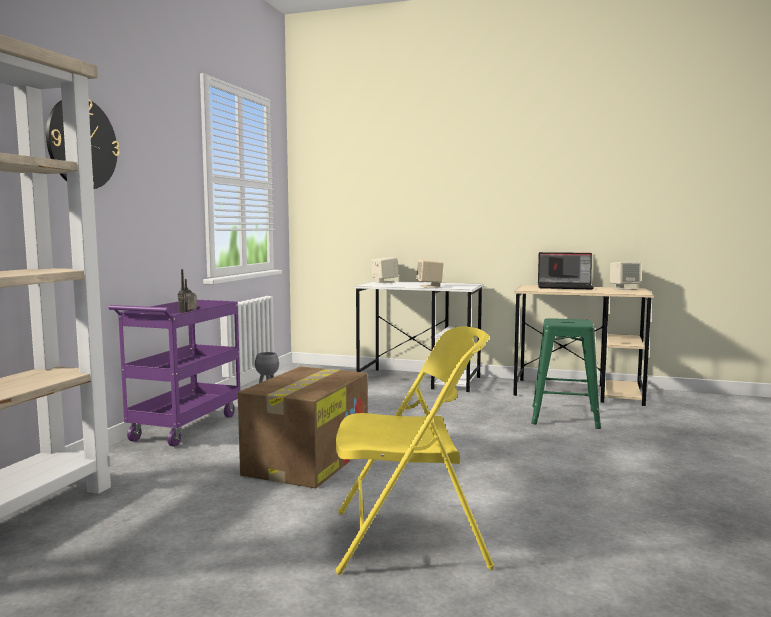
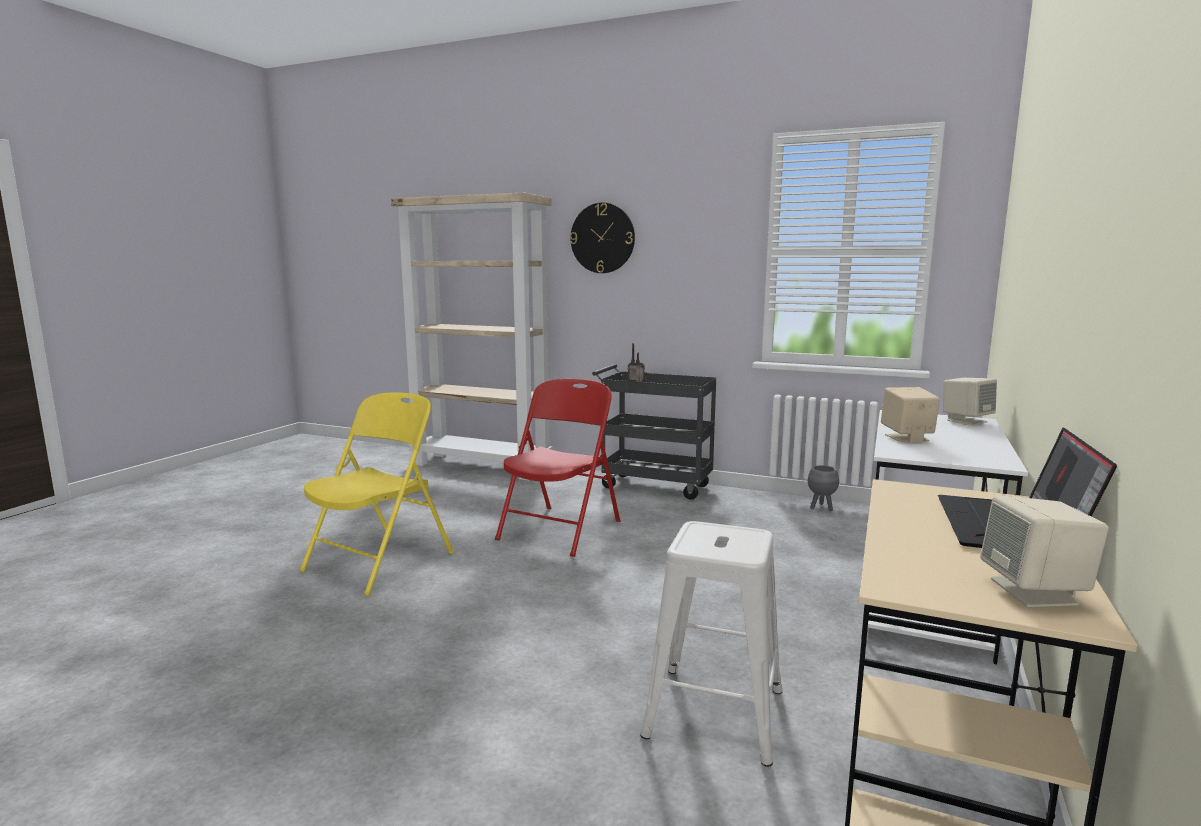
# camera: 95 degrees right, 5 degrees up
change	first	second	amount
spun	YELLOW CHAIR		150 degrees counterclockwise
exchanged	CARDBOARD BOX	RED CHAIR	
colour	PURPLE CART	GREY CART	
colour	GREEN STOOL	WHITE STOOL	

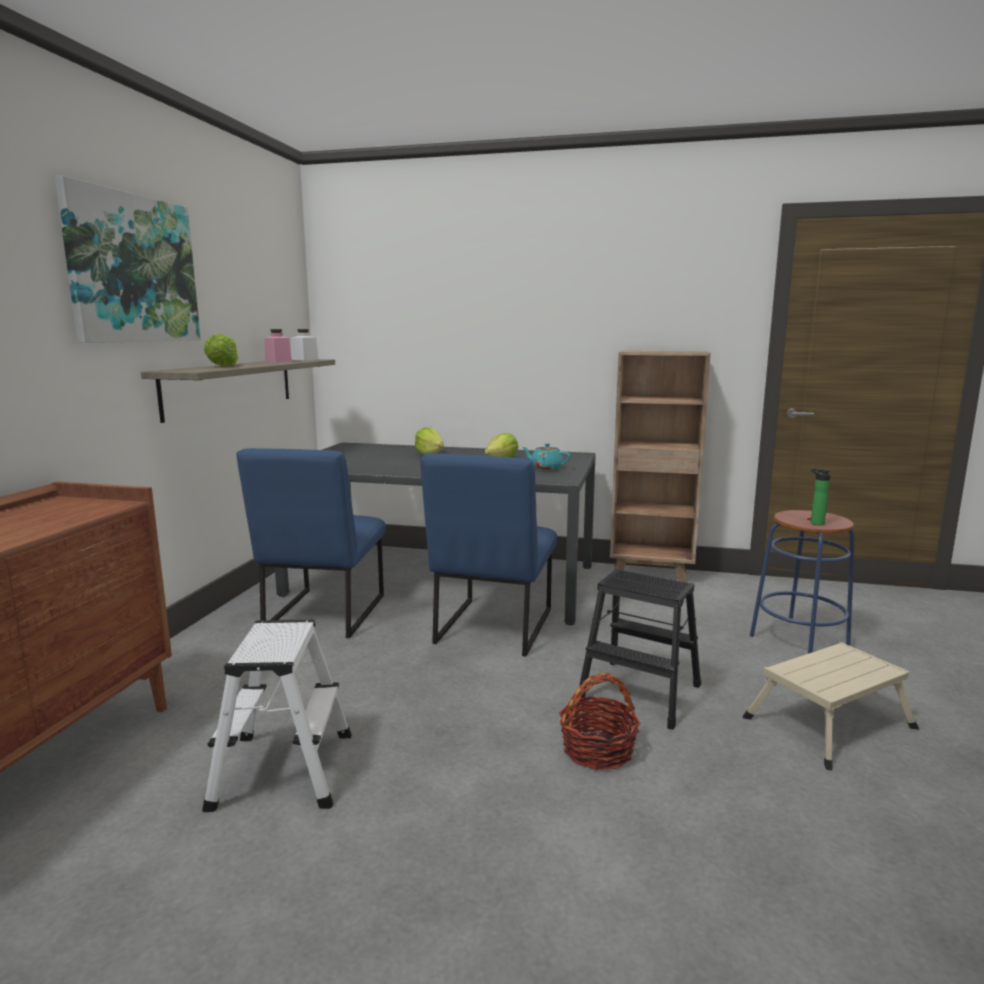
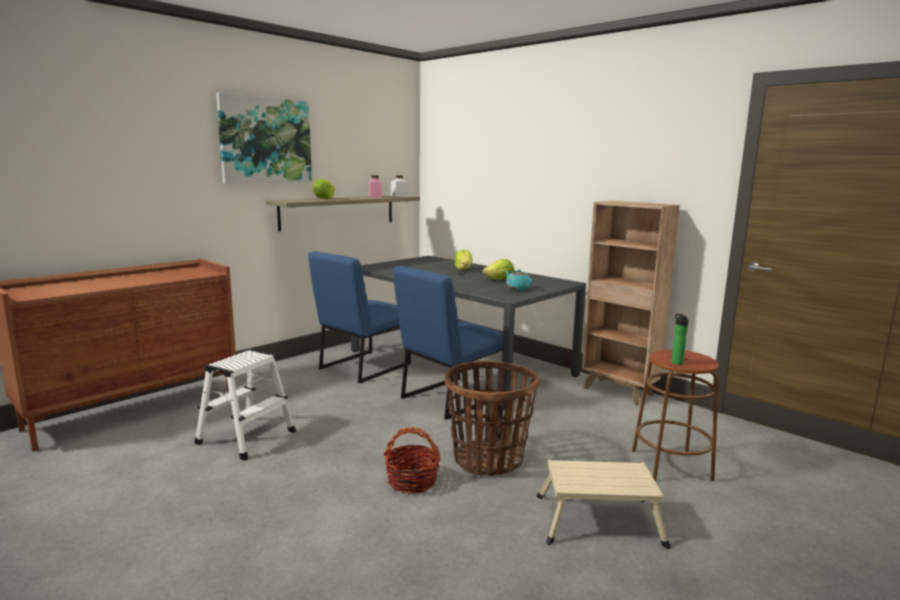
# camera: 30 degrees right, 0 degrees up
change	first	second	amount
exchanged	BLACK STEP LADDER	BASKET (no. 2 from left)	
colour	BLUE STOOL	BROWN STOOL	

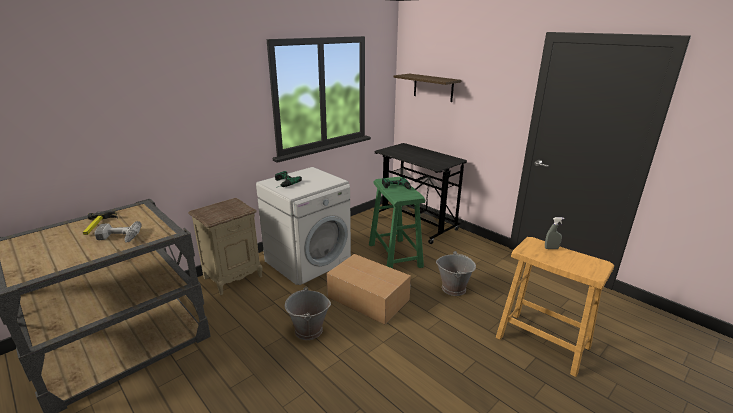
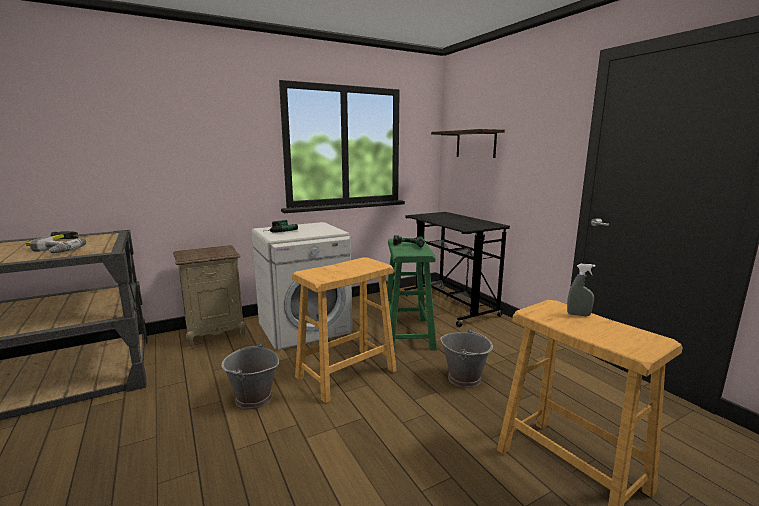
# camera: 15 degrees right, 10 degrees down
change	first	second	amount
exchanged	CARDBOARD BOX	BEIGE STOOL (no. 1 from left)	

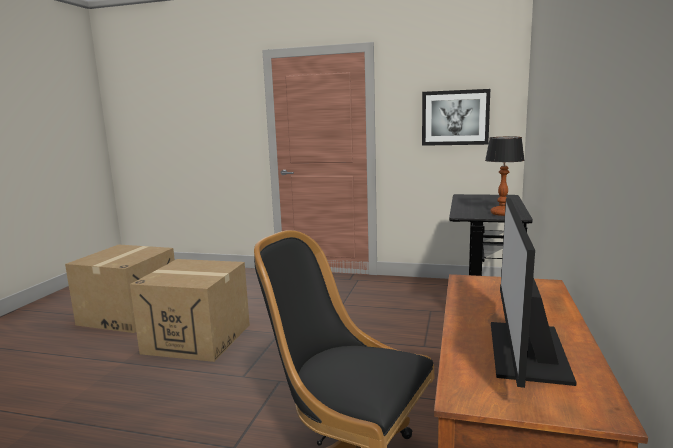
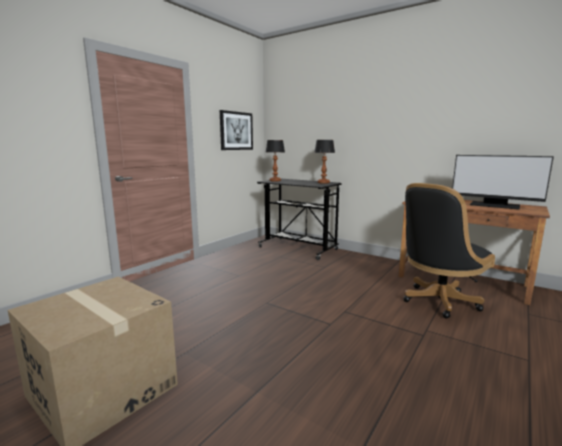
# camera: 70 degrees left, 0 degrees up
change	first	second	amount
appeared		TABLE LAMP (no. 1 from left)	
missing	CARDBOARD BOX (no. 2 from left)		

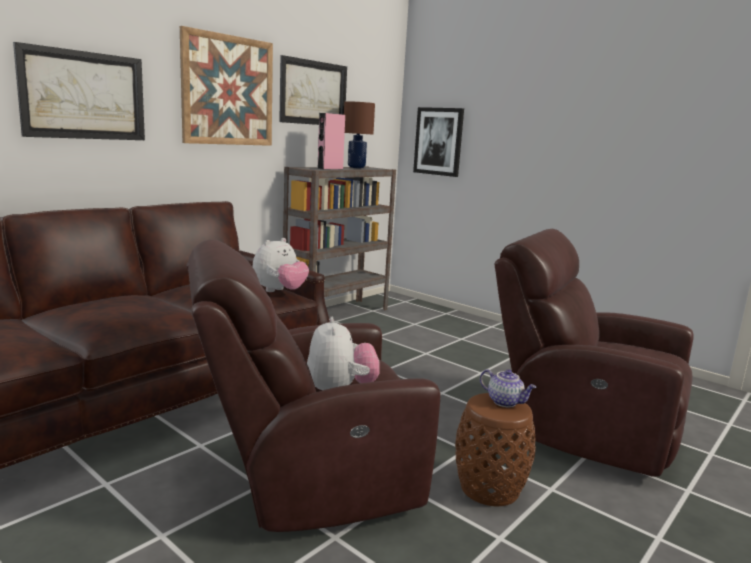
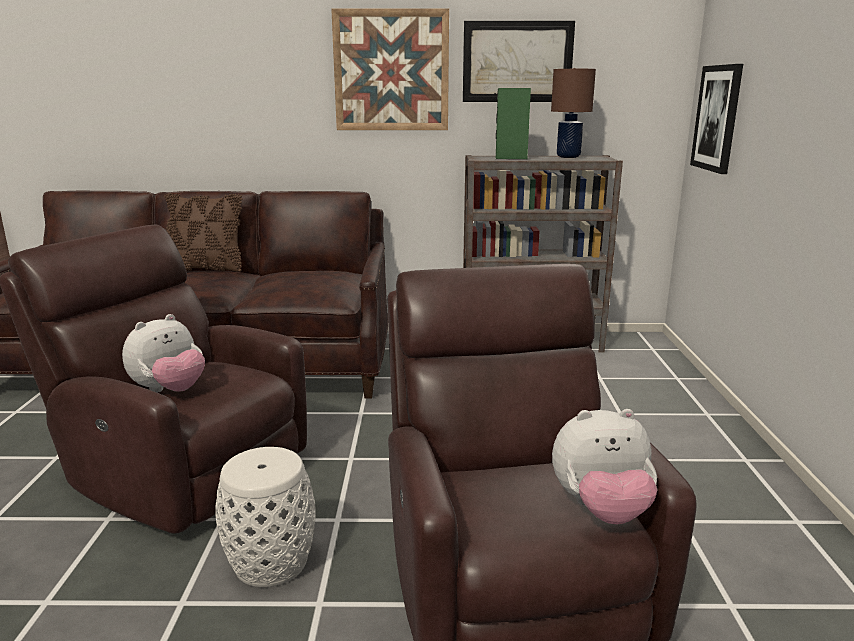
# camera: 50 degrees right, 5 degrees up
change	first	second	amount
appeared		BROWN PILLOW	
colour	BROWN STOOL	WHITE STOOL	
colour	PINK SPEAKER	GREEN SPEAKER	
relocated	PLUSH TOY (no. 1 from left in the first image)	PLUSH TOY (no. 2 from left)	
missing	PICTURE (no. 1 from left)		
missing	TEAPOT		

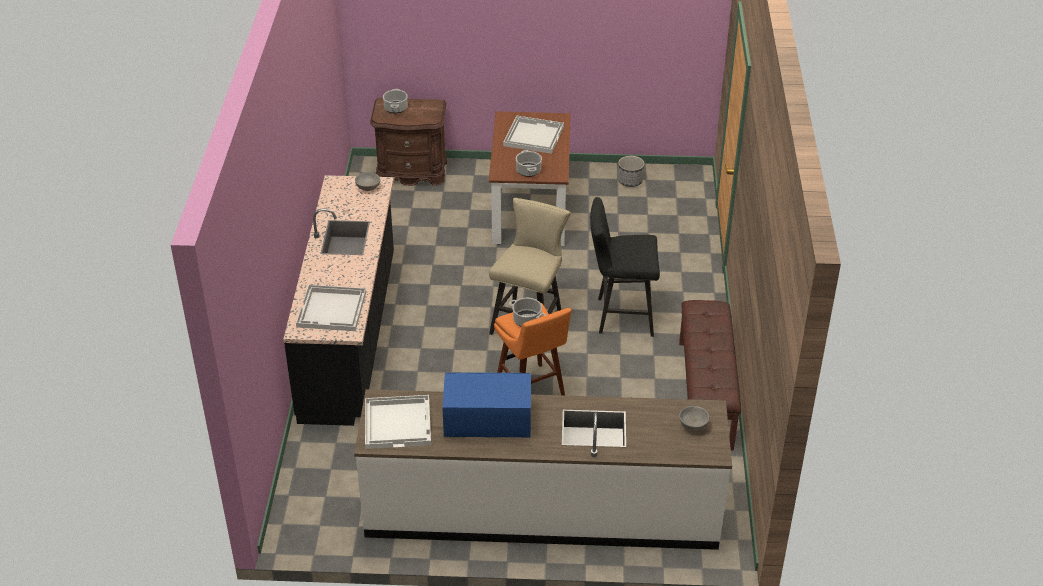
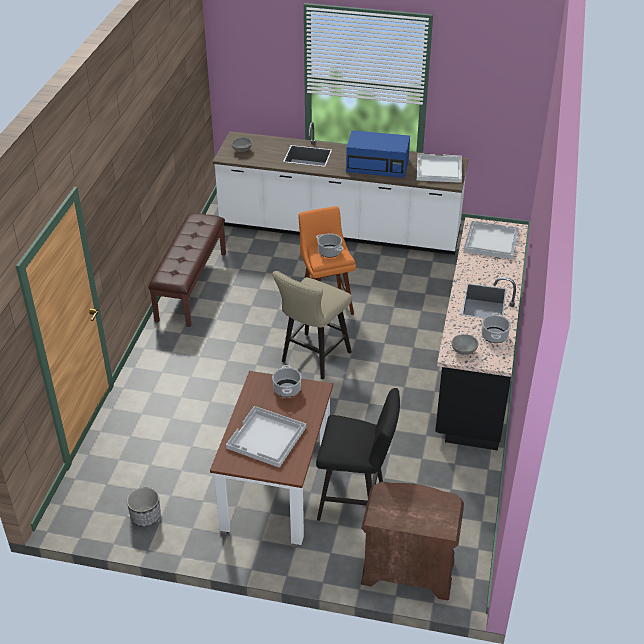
# camera: 170 degrees left, 0 degrees up
change	first	second	amount
relocated	BLACK STOOL		
relocated	COOKING POT (no. 1 from left in the first image)	COOKING POT (no. 3 from left)	

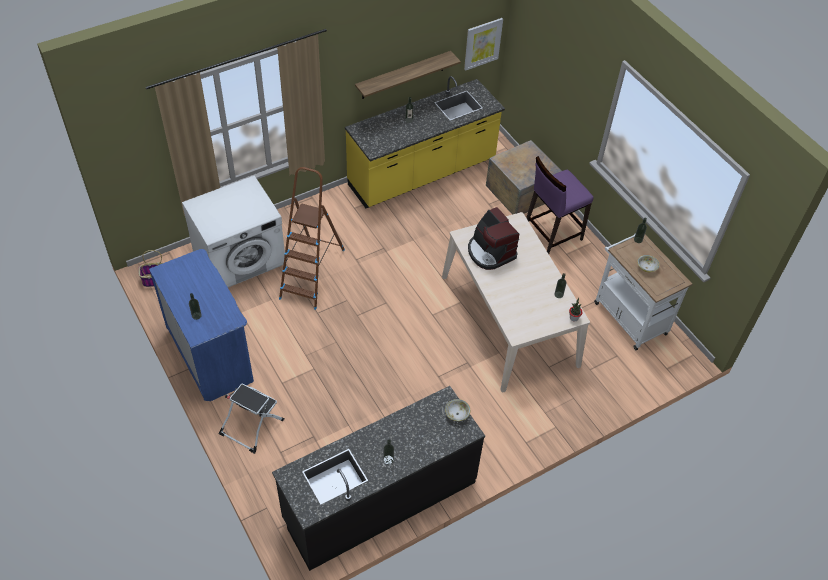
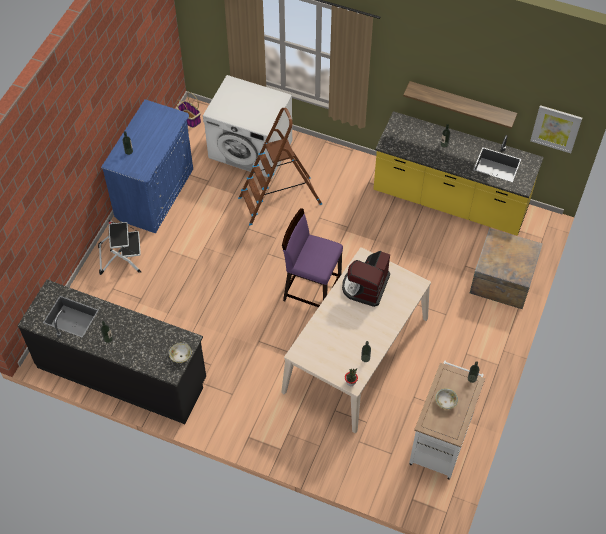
# camera: 55 degrees right, 5 degrees up
change	first	second	amount
relocated	PURPLE STOOL		

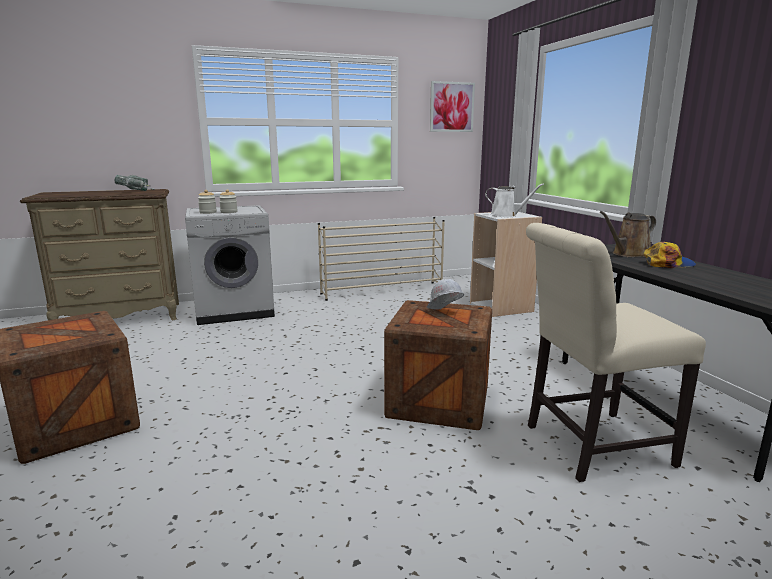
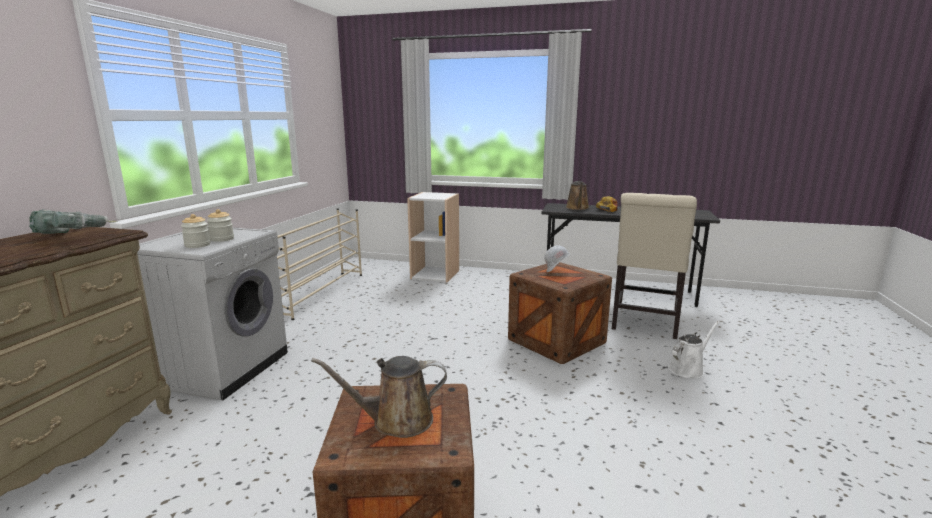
# camera: 55 degrees left, 0 degrees up
change	first	second	amount
appeared		BROWN WATERING CAN (no. 1 from left)	
relocated	WHITE WATERING CAN		
missing	PICTURE		

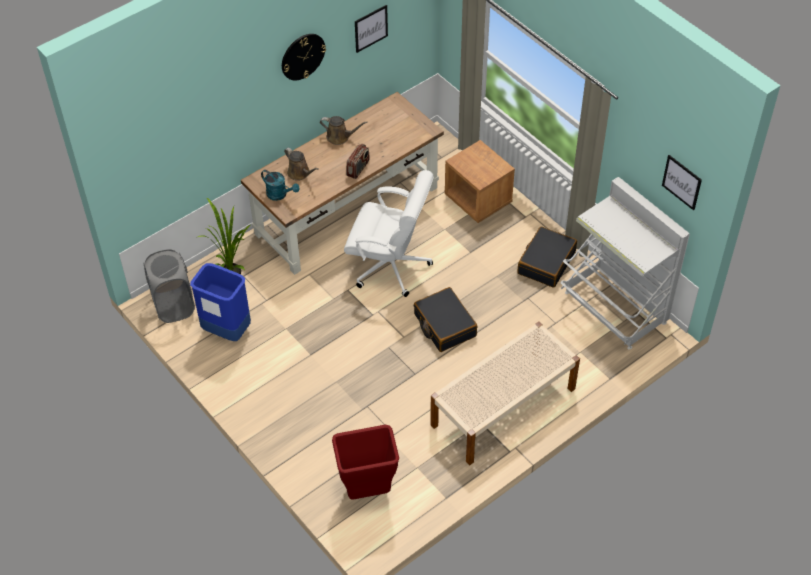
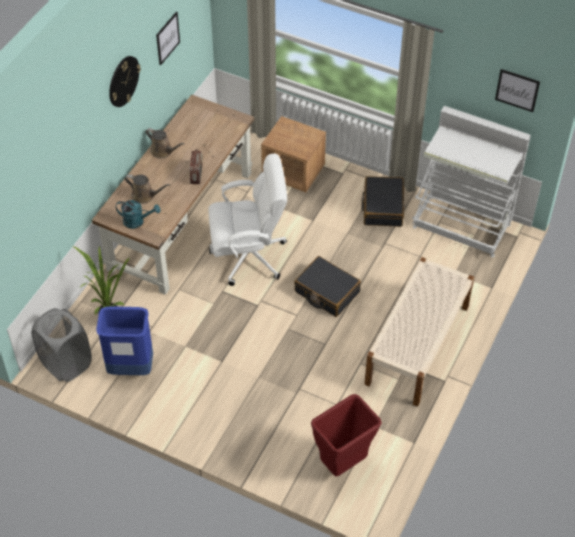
# camera: 25 degrees left, 0 degrees up
change	first	second	amount
spun	BROWN WATERING CAN (no. 2 from left)		45 degrees clockwise

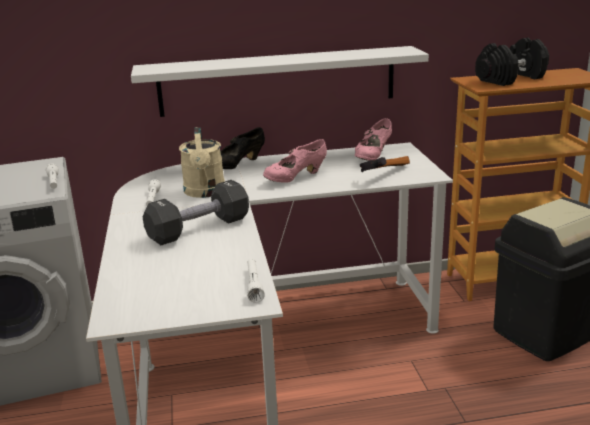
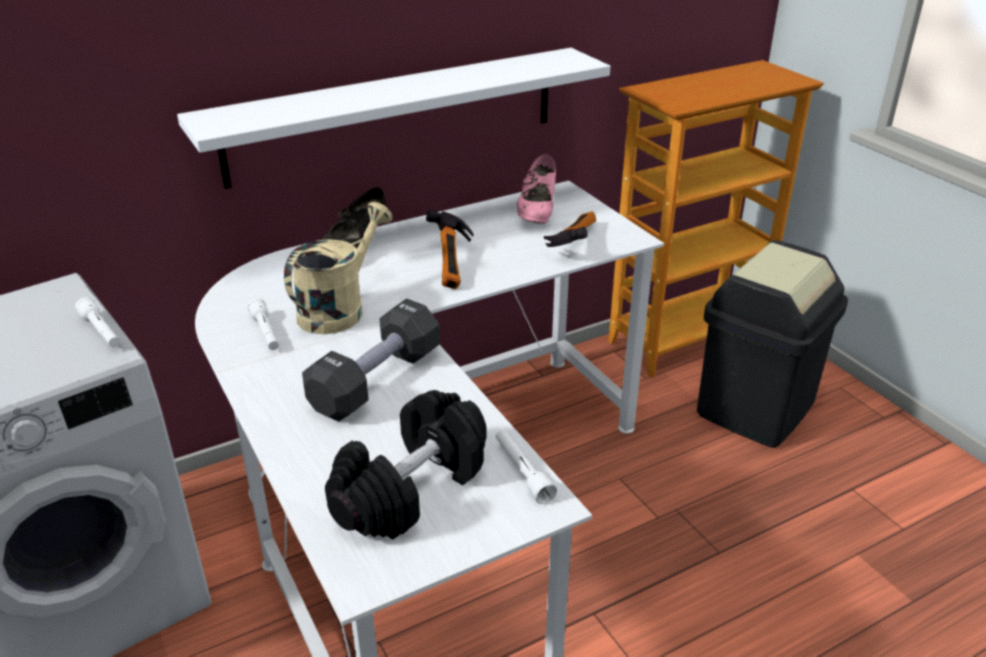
# camera: 20 degrees left, 10 degrees up
change	first	second	amount
spun	BEIGE WATERING CAN		120 degrees counterclockwise
relocated	BLACK DUMBBELL (no. 2 from left)		
exchanged	PINK SHOE (no. 1 from left)	HAMMER (no. 1 from left)	

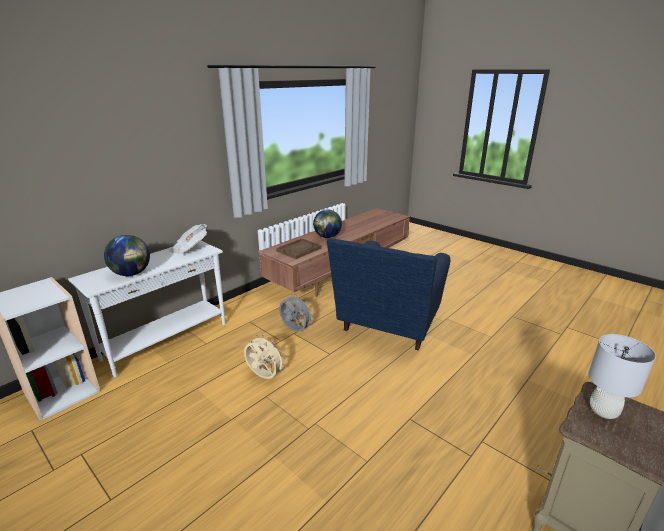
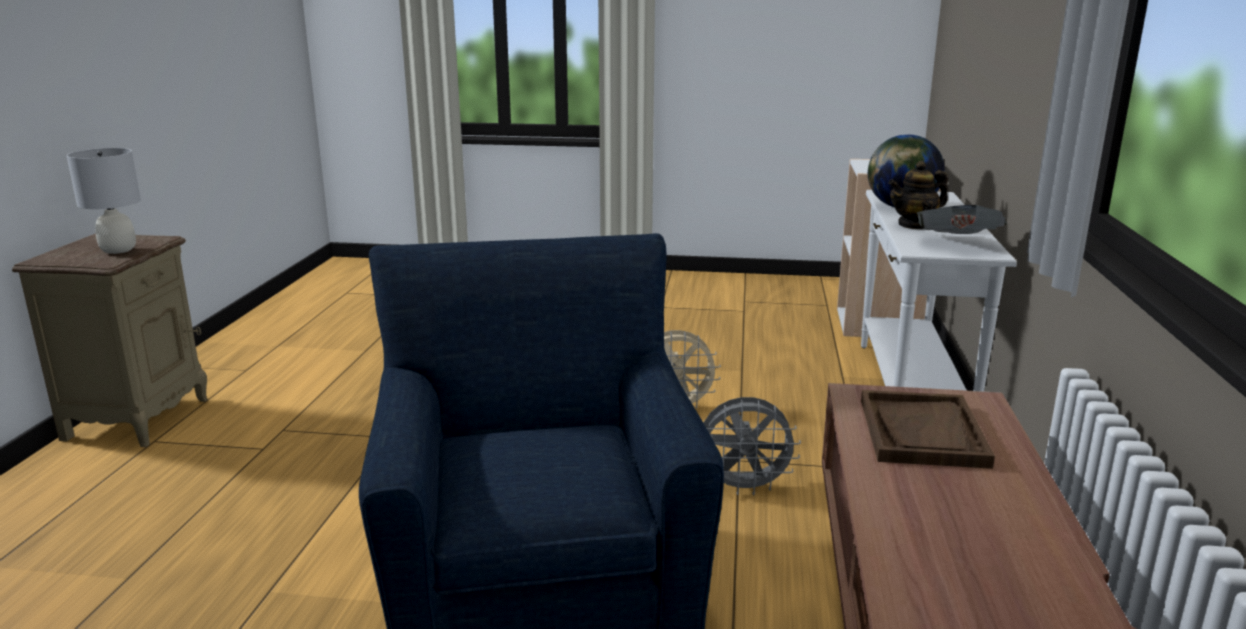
# camera: 145 degrees right, 5 degrees down
change	first	second	amount
appeared		TEAPOT	
missing	GLOBE (no. 2 from left)		

